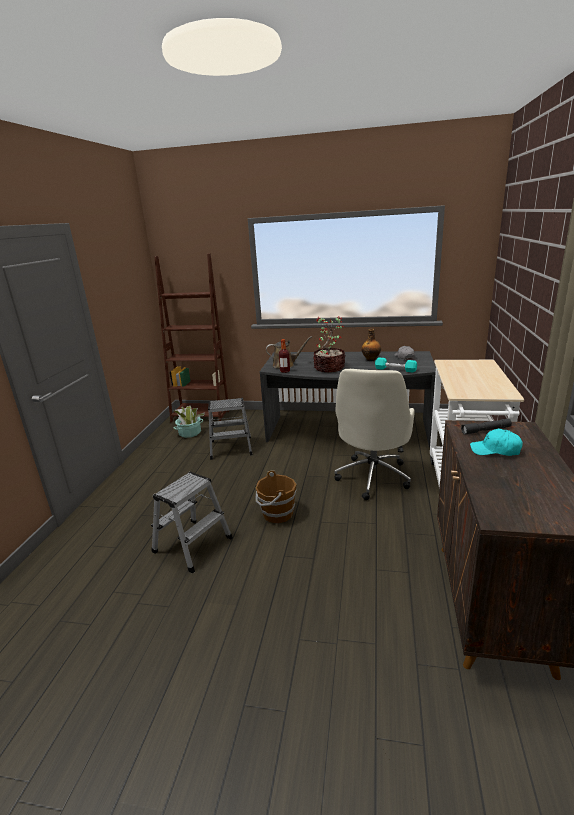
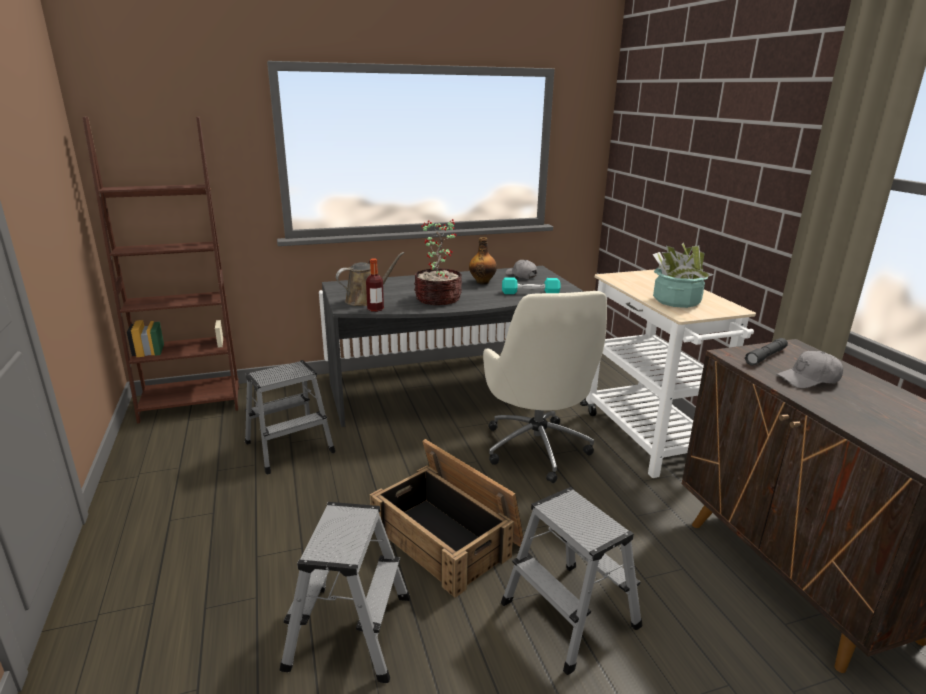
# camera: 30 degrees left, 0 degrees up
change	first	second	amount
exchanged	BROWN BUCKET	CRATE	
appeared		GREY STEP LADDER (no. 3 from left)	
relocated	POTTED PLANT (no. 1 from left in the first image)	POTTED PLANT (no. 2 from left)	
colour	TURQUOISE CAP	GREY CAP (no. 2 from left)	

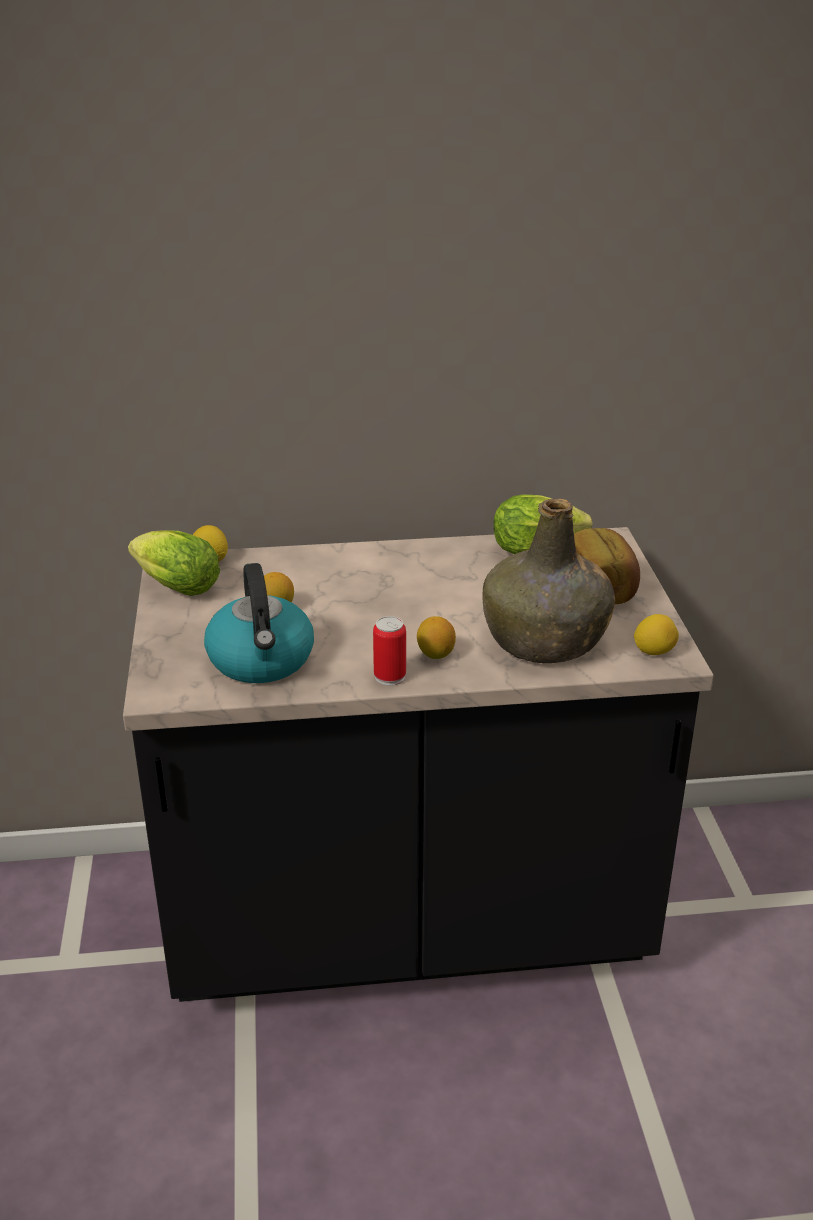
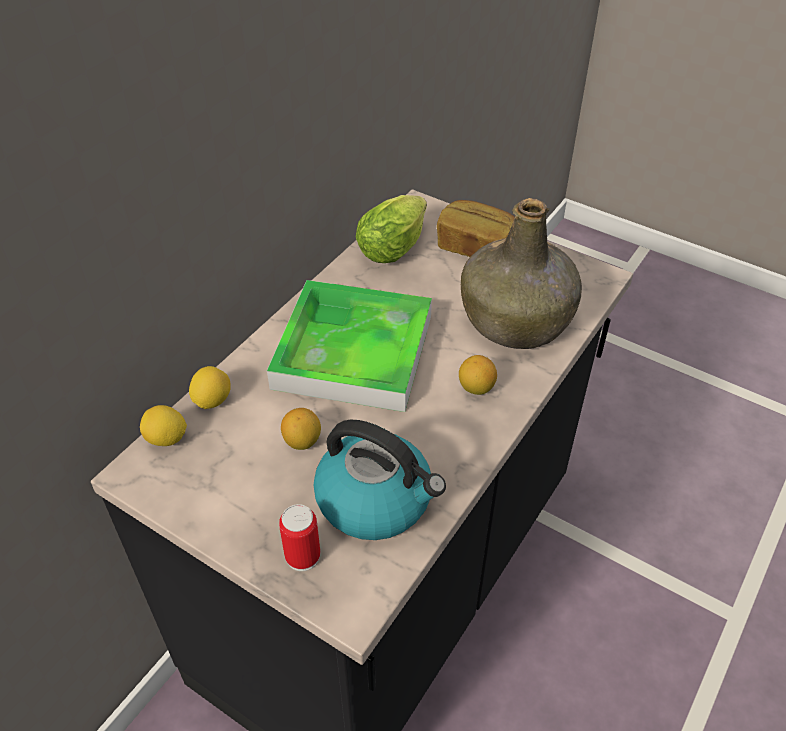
# camera: 50 degrees left, 15 degrees up
change	first	second	amount
relocated	LEMON (no. 4 from left in the first image)	LEMON (no. 2 from left)	
appeared		TRAY	
relocated	CAN		
missing	LETTUCE (no. 1 from left)		

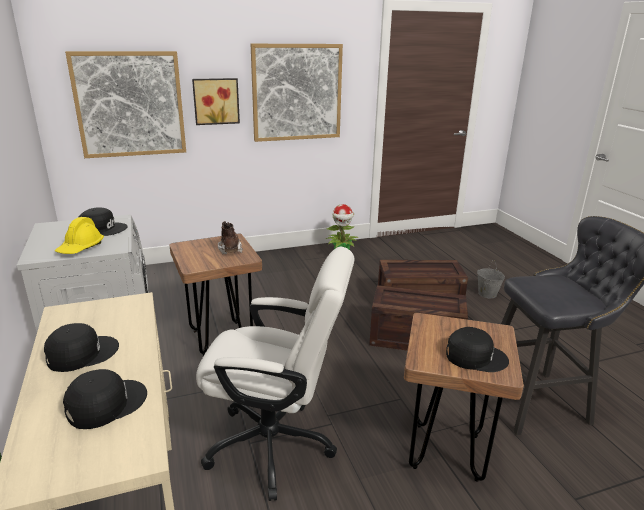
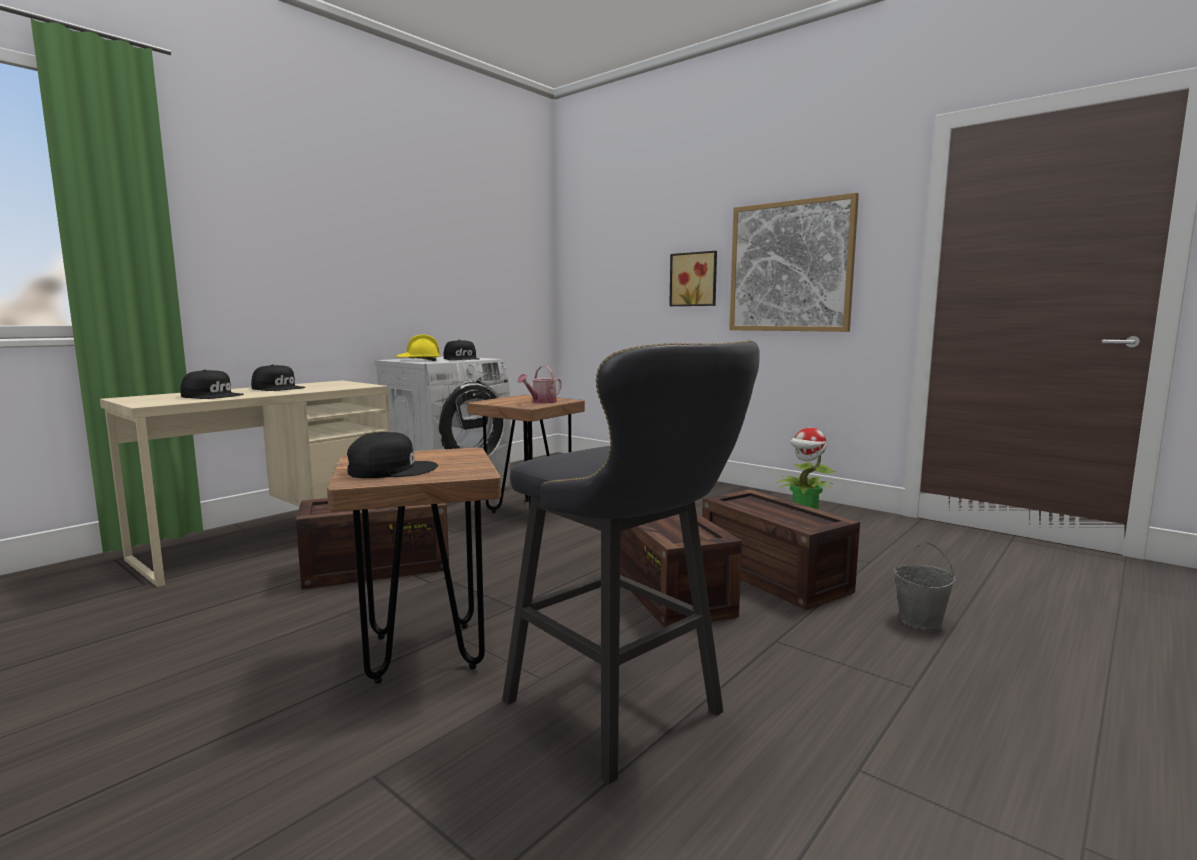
# camera: 60 degrees right, 15 degrees down
change	first	second	amount
exchanged	WHITE OFFICE CHAIR	CRATE (no. 1 from left)	
spun	BLACK CAP (no. 4 from left in the first image)	BLACK CAP (no. 3 from left)	90 degrees counterclockwise
exchanged	BROWN BOOT	WATERING CAN	
missing	PICTURE (no. 1 from left)		

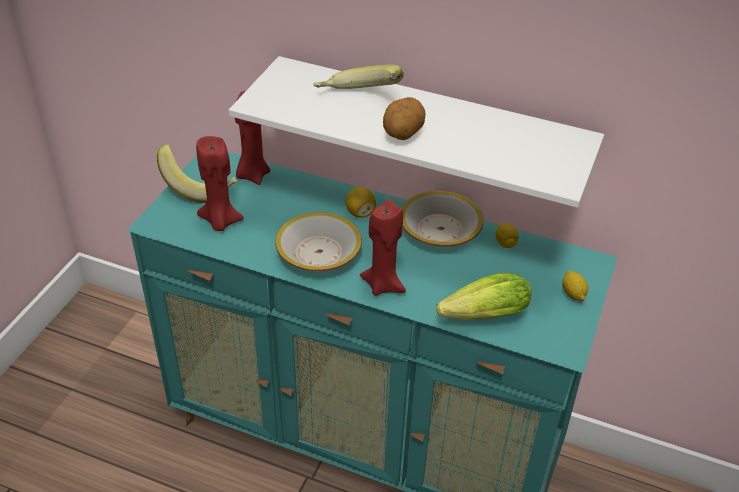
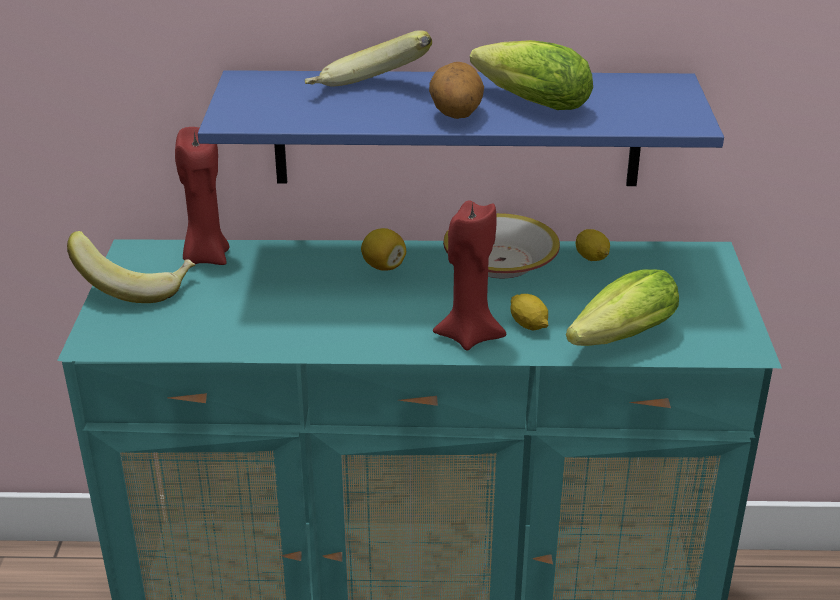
# camera: 20 degrees left, 10 degrees down
change	first	second	amount
colour	WHITE SHELF	BLUE SHELF	
appeared		LETTUCE (no. 1 from left)	
relocated	LEMON (no. 3 from left in the first image)	LEMON (no. 2 from left)	
missing	RED CANDLE (no. 1 from left)		
missing	BOWL (no. 1 from left)		

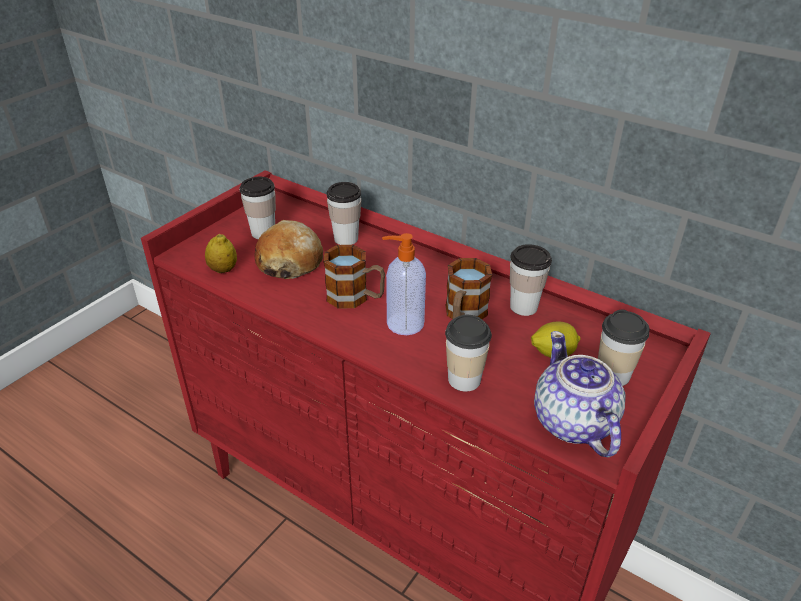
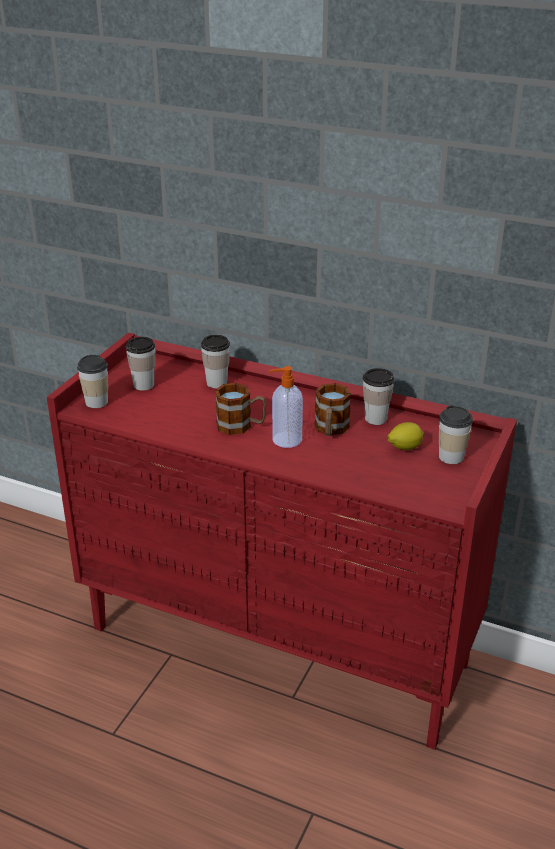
# camera: 10 degrees left, 5 degrees down
change	first	second	amount
relocated	CUP (no. 3 from left in the first image)	CUP (no. 1 from left)	
missing	LEMON (no. 1 from left)		
missing	BREAD		
missing	TEAPOT		

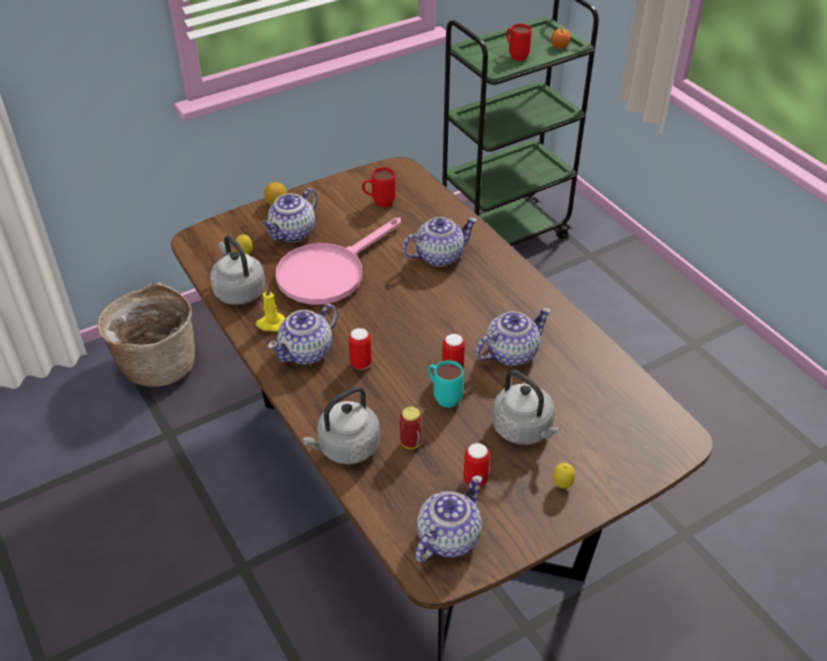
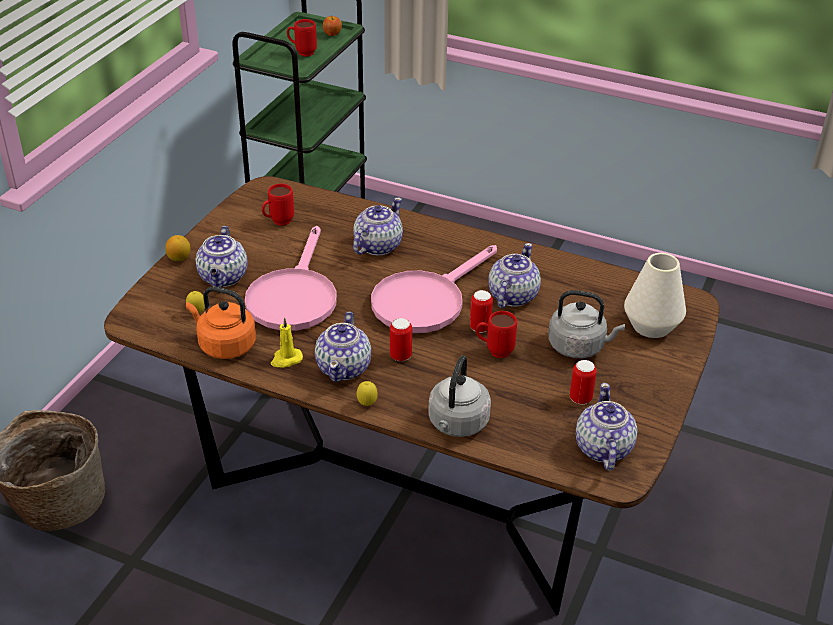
# camera: 35 degrees left, 5 degrees down
change	first	second	amount
colour	GREY KETTLE (no. 1 from left)	ORANGE KETTLE	
relocated	LEMON (no. 3 from left)		
appeared		PINK FRYING PAN (no. 2 from left)	
colour	TURQUOISE MUG	RED MUG (no. 3 from left)	
appeared		WHITE VASE	
missing	CAN (no. 2 from left)		

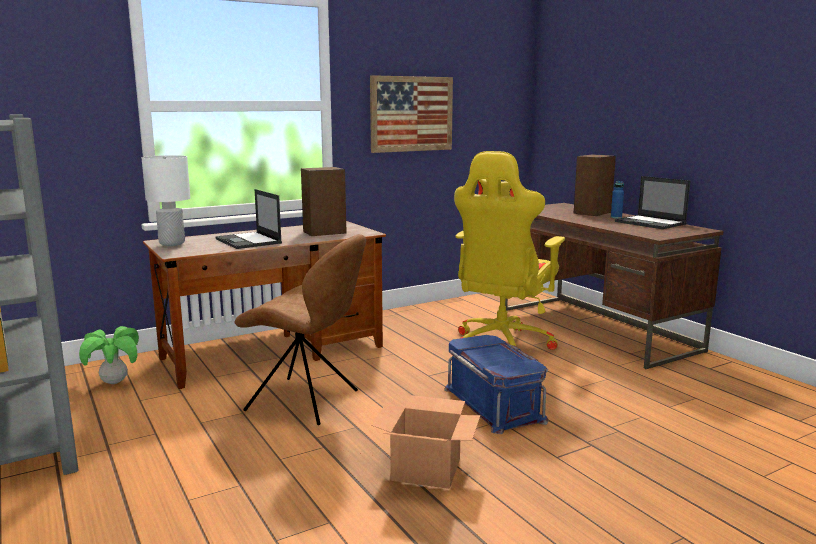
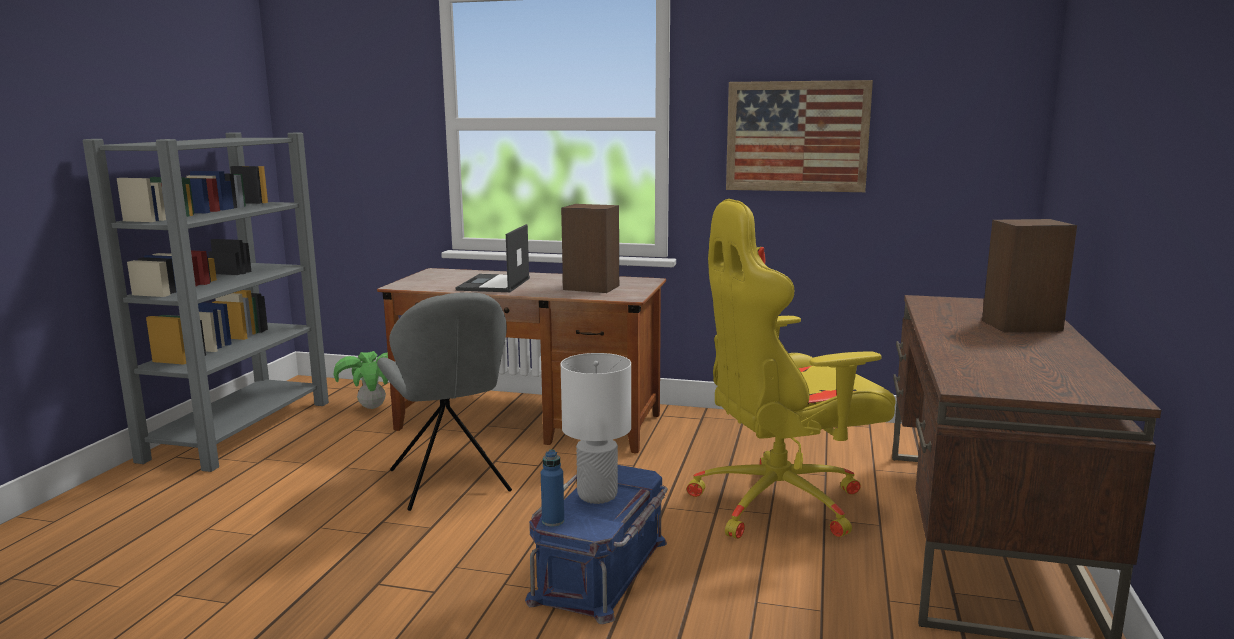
# camera: 45 degrees right, 0 degrees up
change	first	second	amount
colour	BROWN CHAIR	GREY CHAIR	
relocated	BLUE BOTTLE		
relocated	WHITE TABLE LAMP		
missing	CARDBOARD BOX		
missing	LAPTOP (no. 2 from left)		

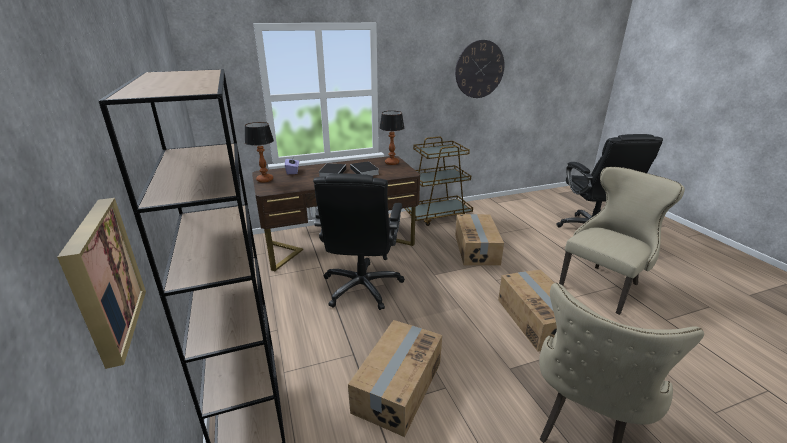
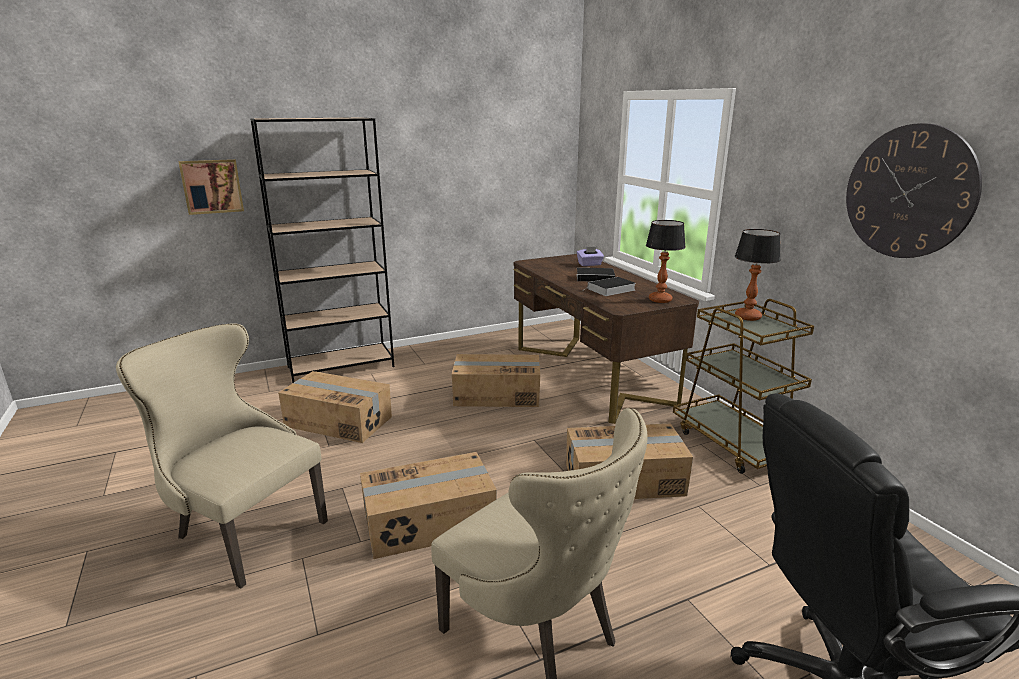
# camera: 85 degrees right, 5 degrees down
change	first	second	amount
exchanged	BLACK OFFICE CHAIR (no. 1 from left)	CARDBOARD BOX (no. 3 from left)	
relocated	TABLE LAMP (no. 1 from left in the first image)	TABLE LAMP (no. 2 from left)	

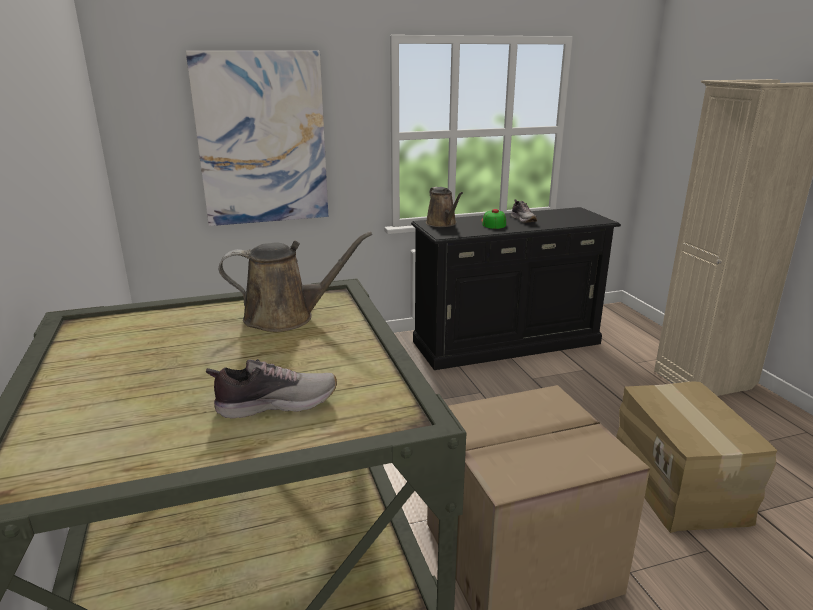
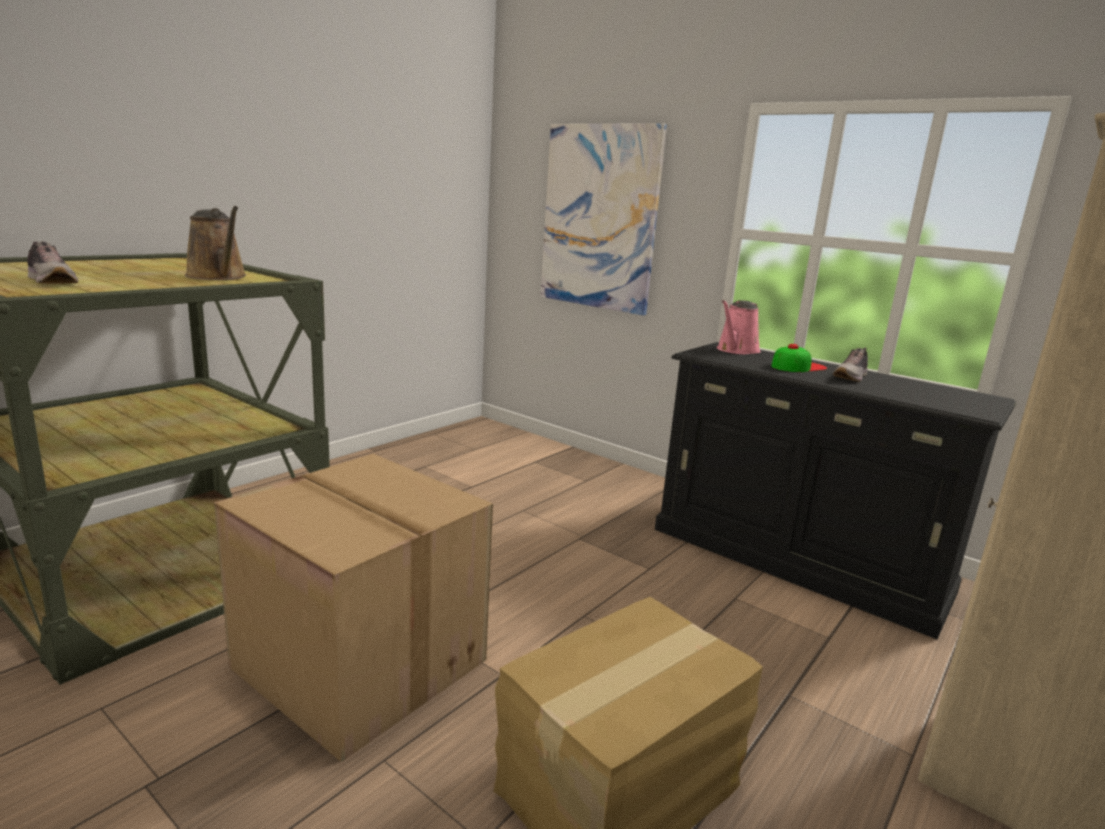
# camera: 55 degrees right, 5 degrees down
change	first	second	amount
colour	BROWN WATERING CAN (no. 2 from left)	PINK WATERING CAN	

